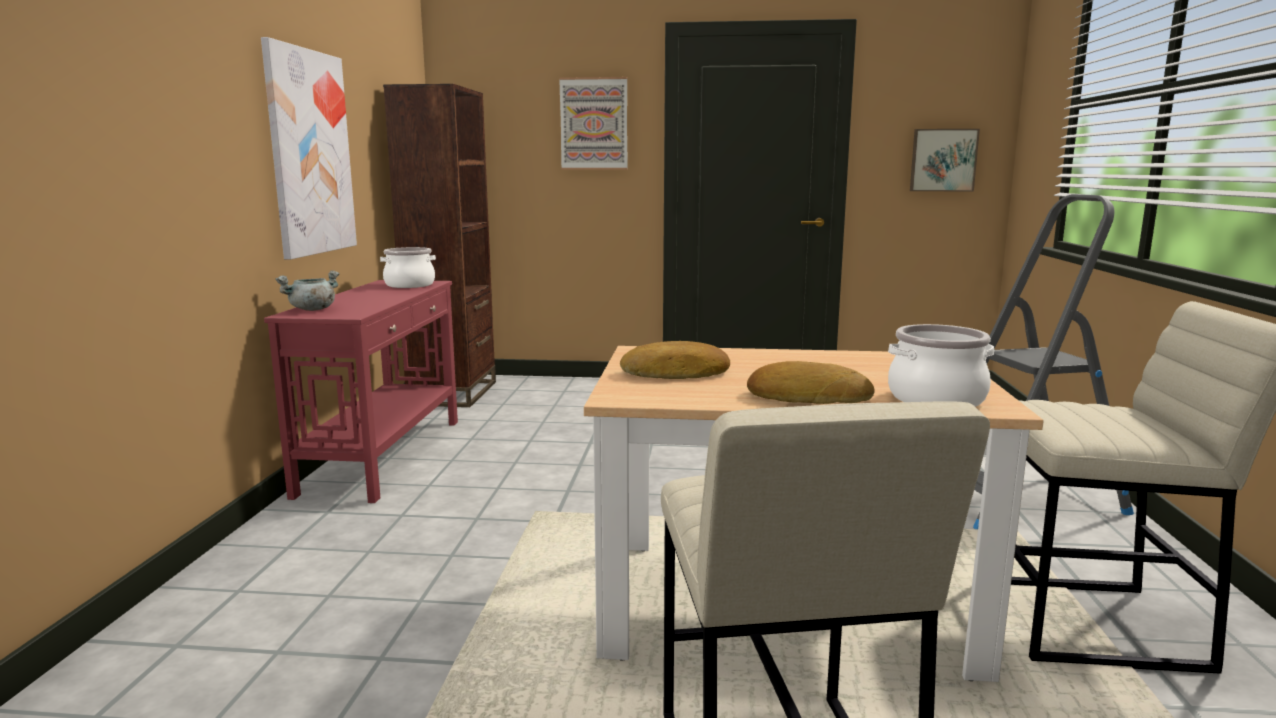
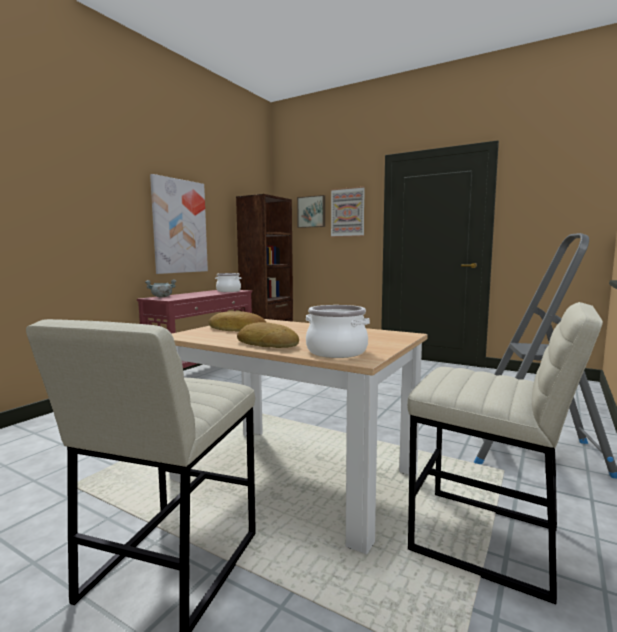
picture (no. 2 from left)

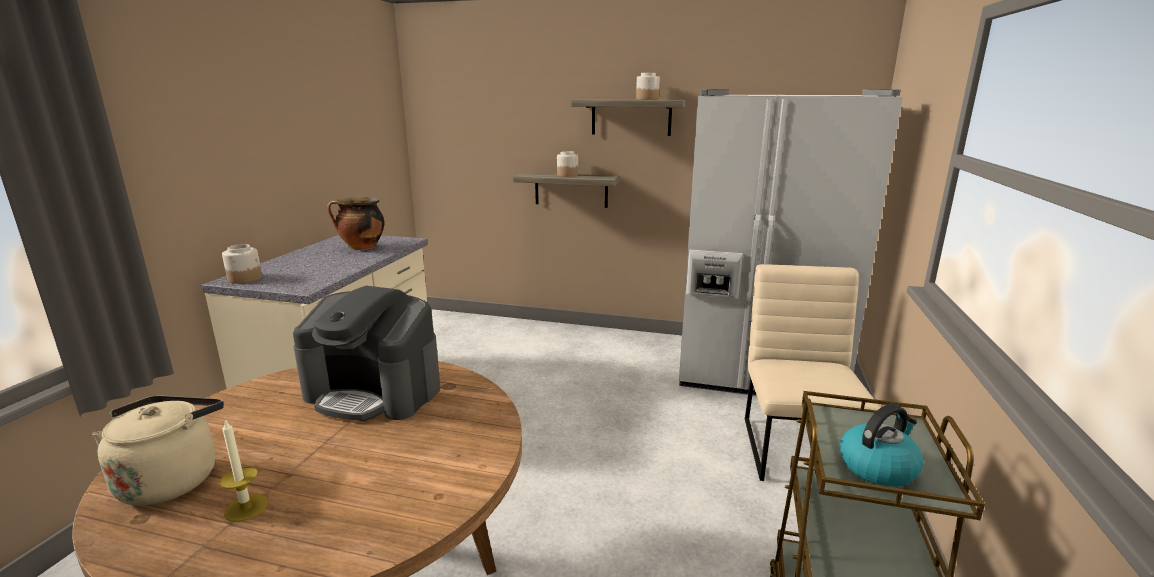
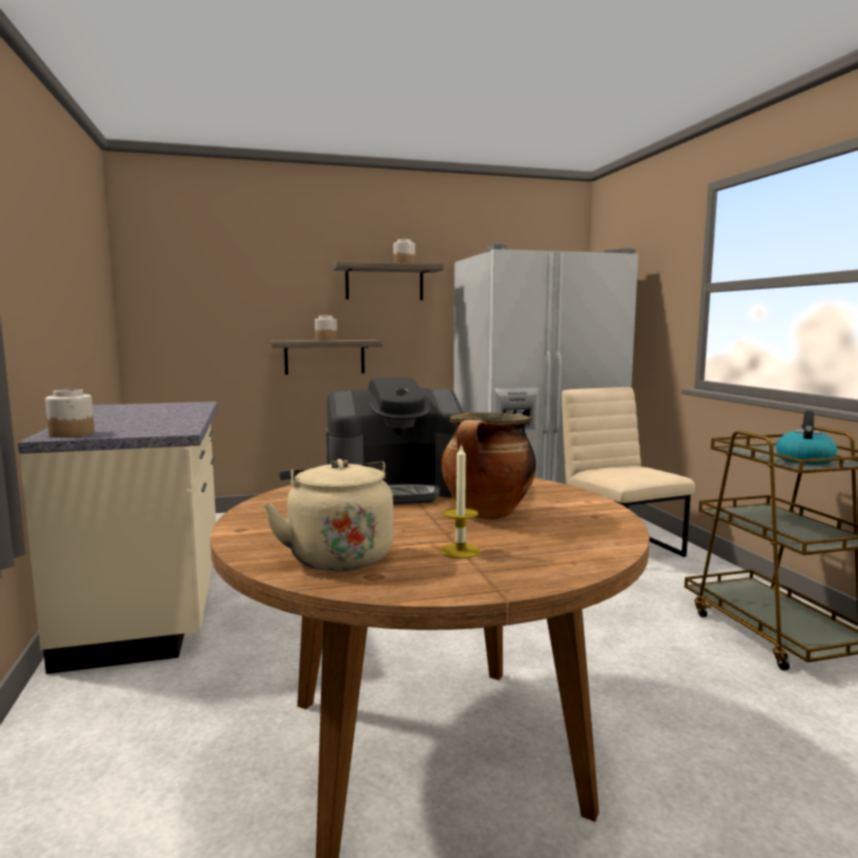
saucepot

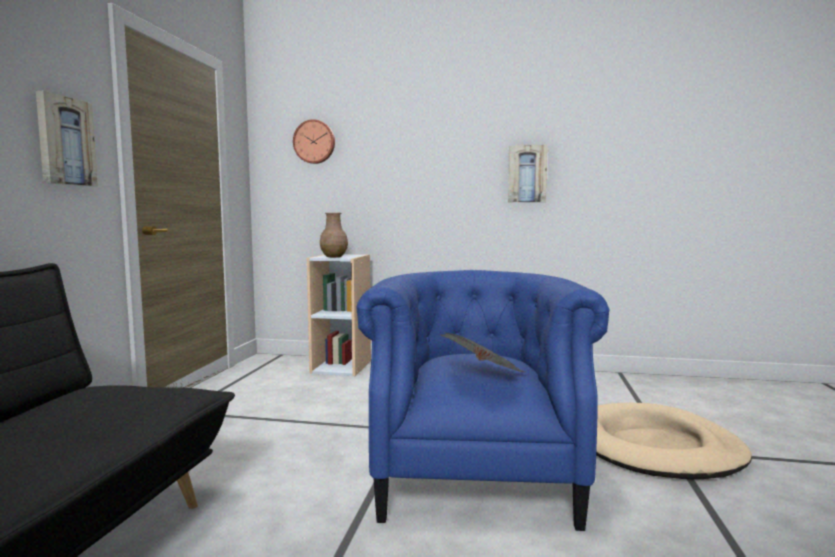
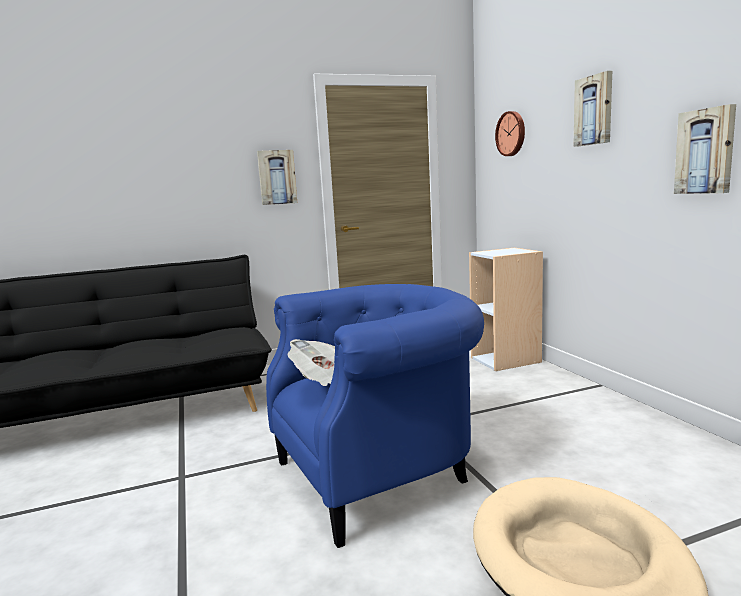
vase/brownish; picture (no. 2 from left)

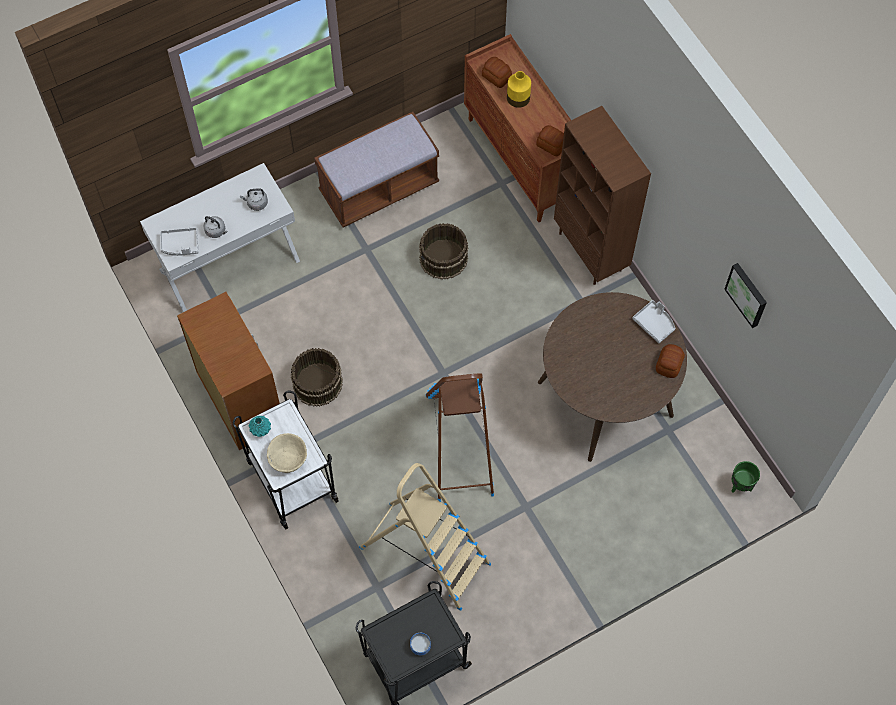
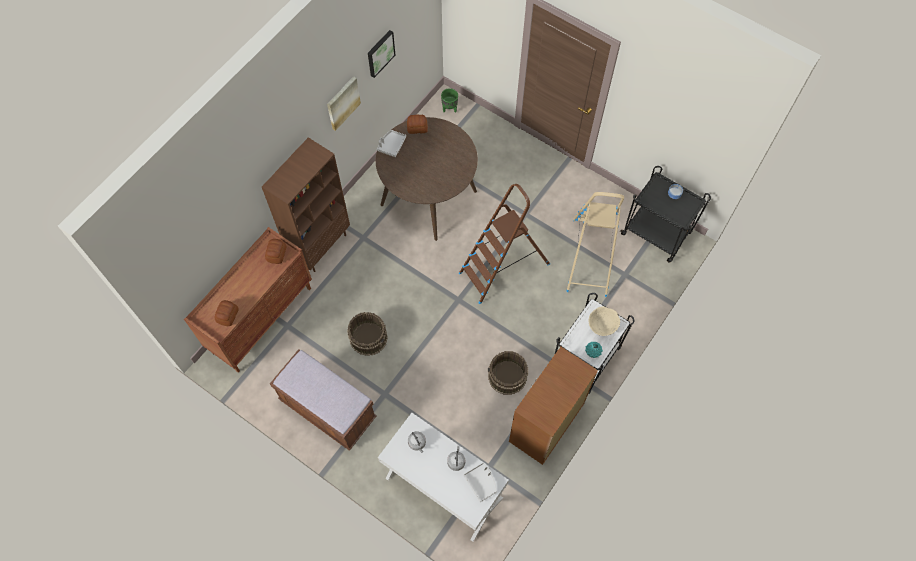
vase/yellowish; picture (no. 1 from left)

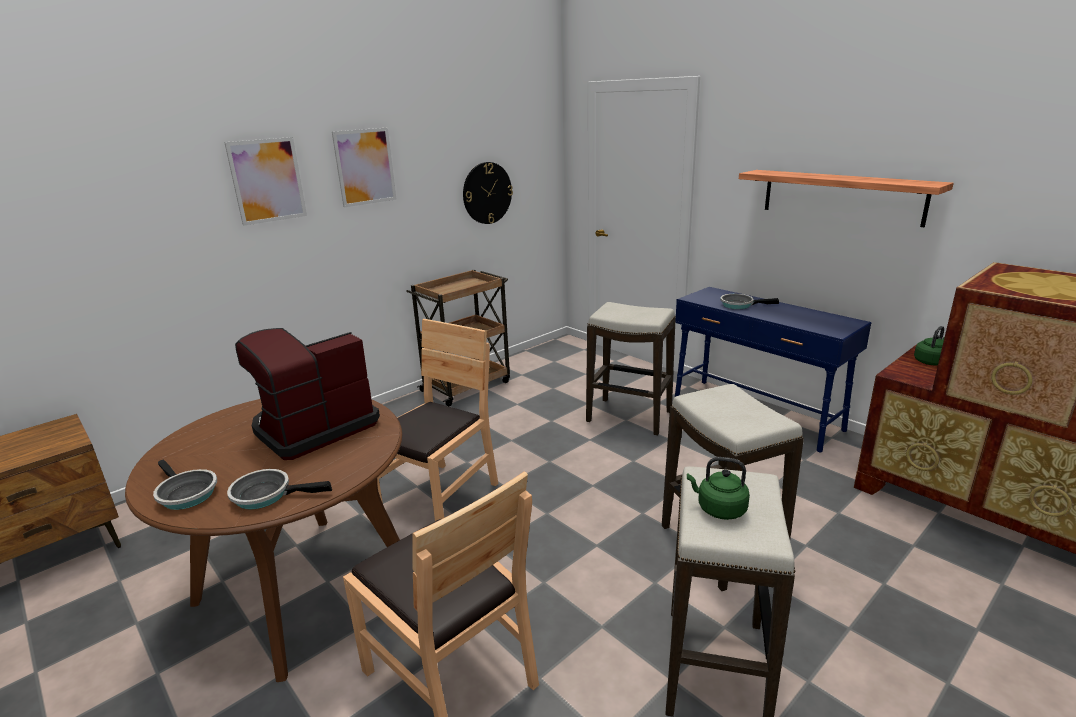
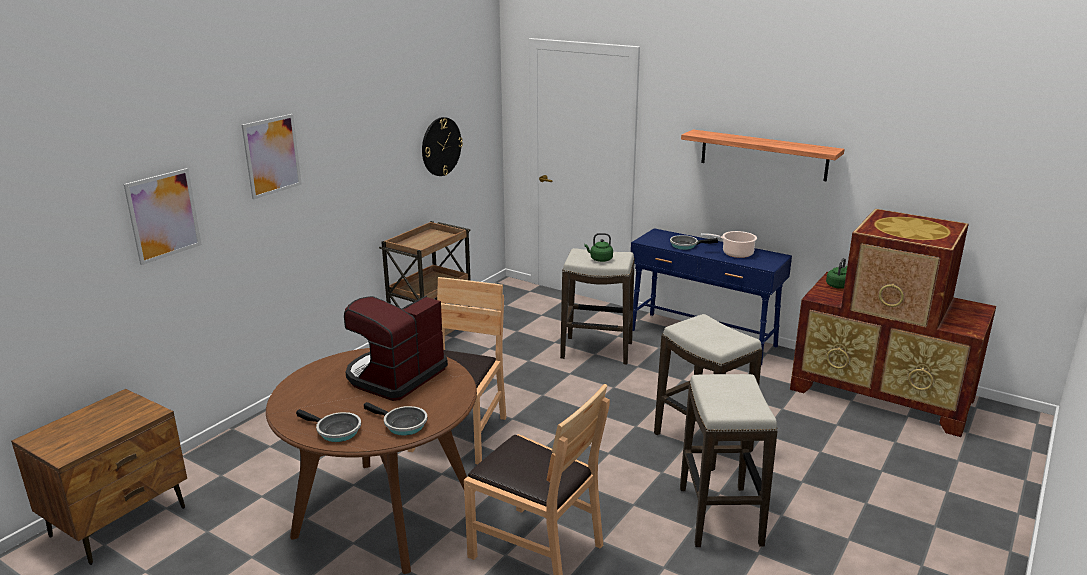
frying pan (no. 2 from left); picture (no. 1 from left); water kettle/greenish (no. 1 from left); saucepot

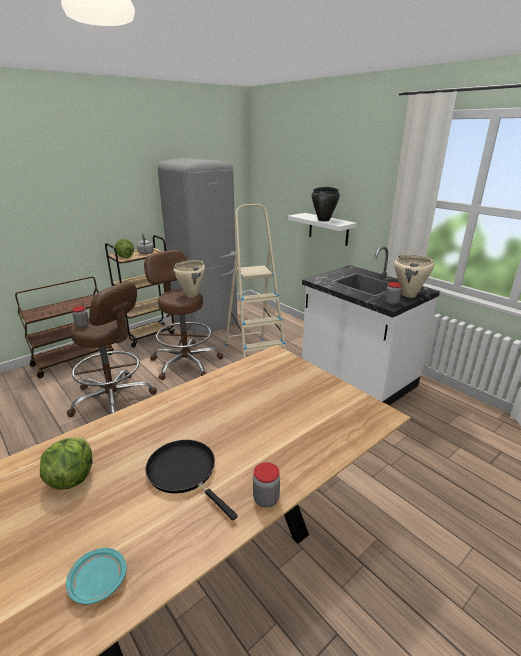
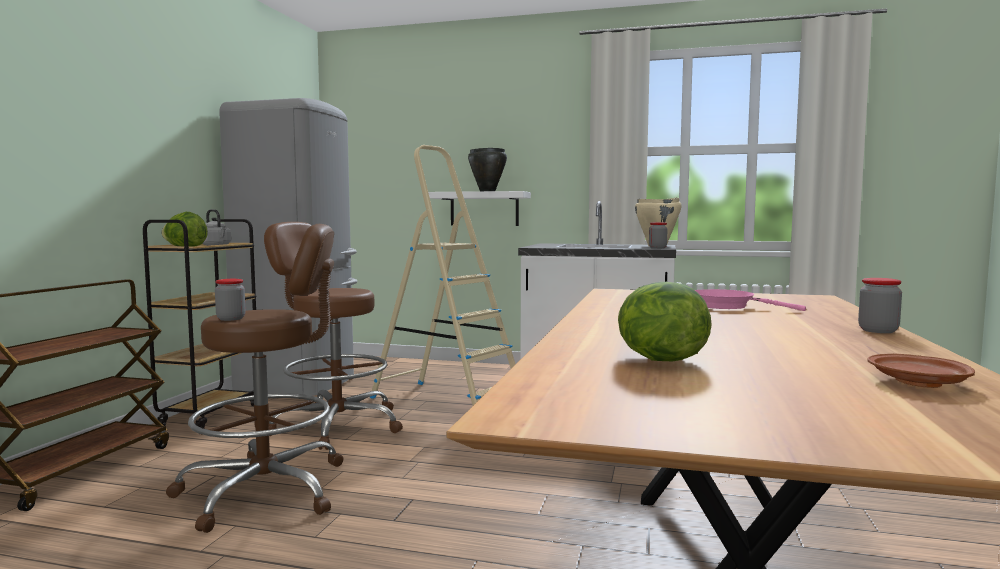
flat dish/brownish; frying pan/black; saucepot/beige (no. 1 from left in the first image); frying pan/pink-coloured

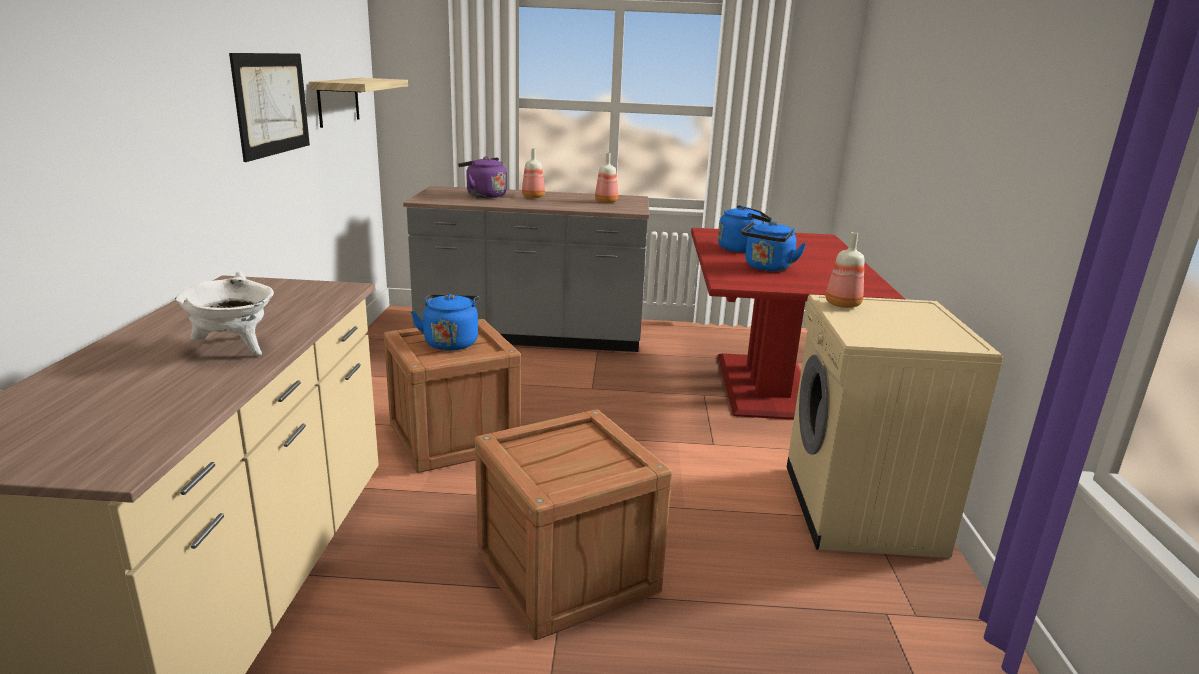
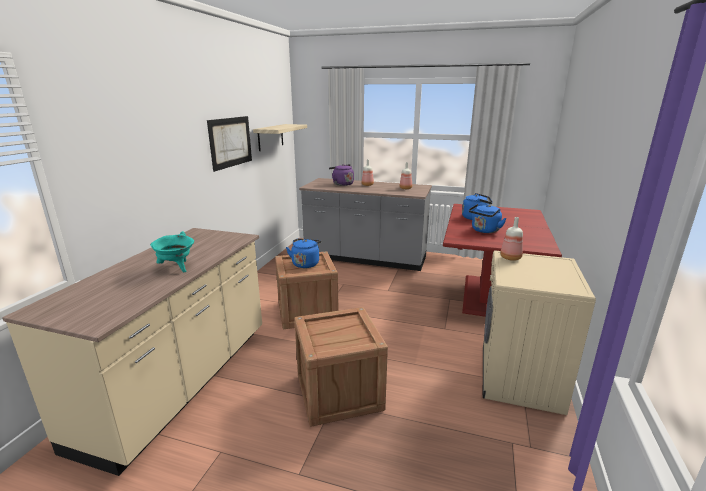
saucepot/turquoise

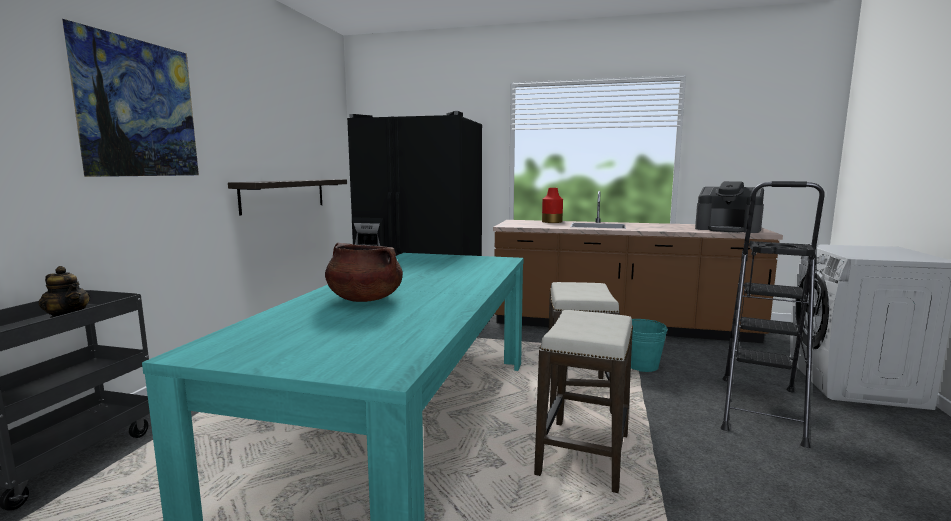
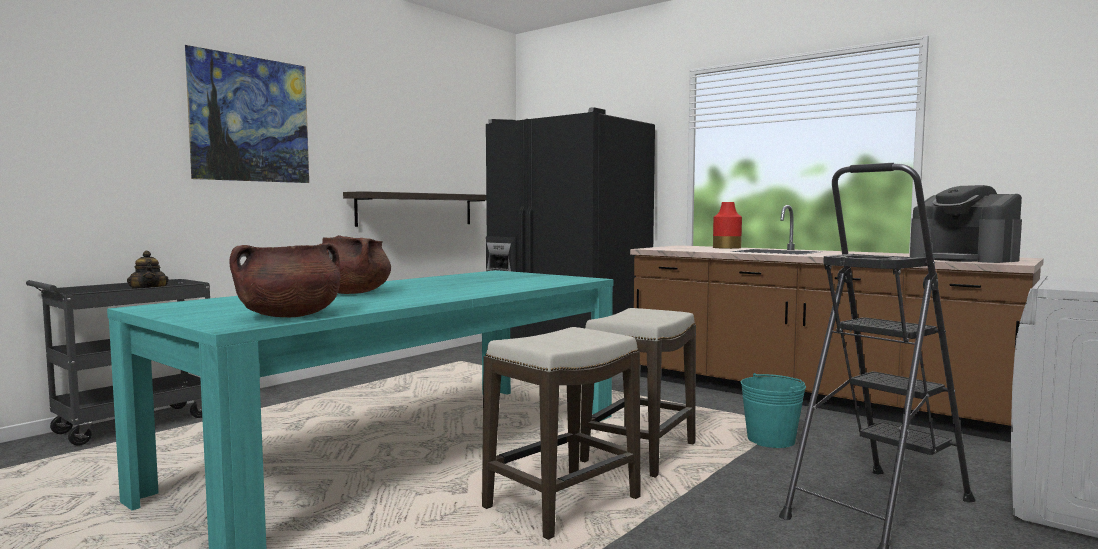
saucepot/brownish (no. 1 from left)

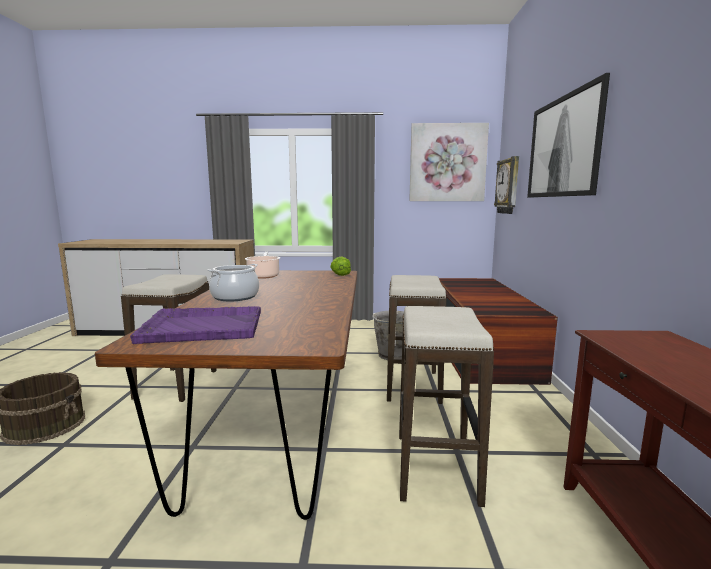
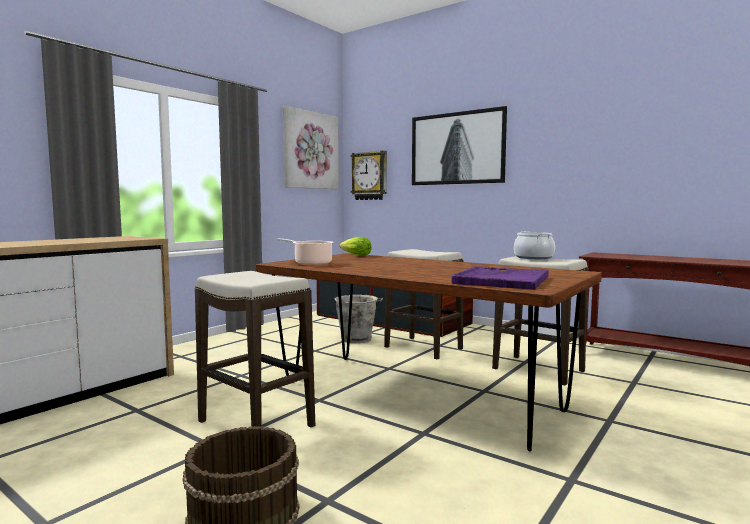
saucepot (no. 2 from left)

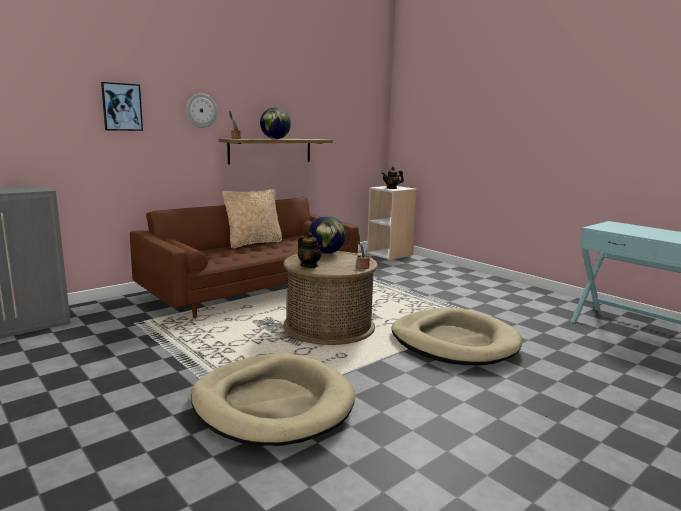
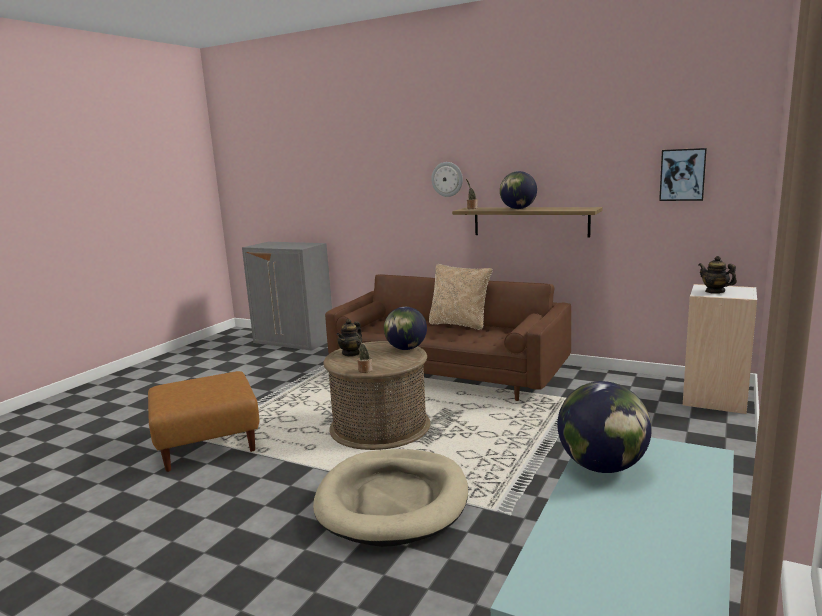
picture; pouffe/brownish; desk globe (no. 3 from left)

